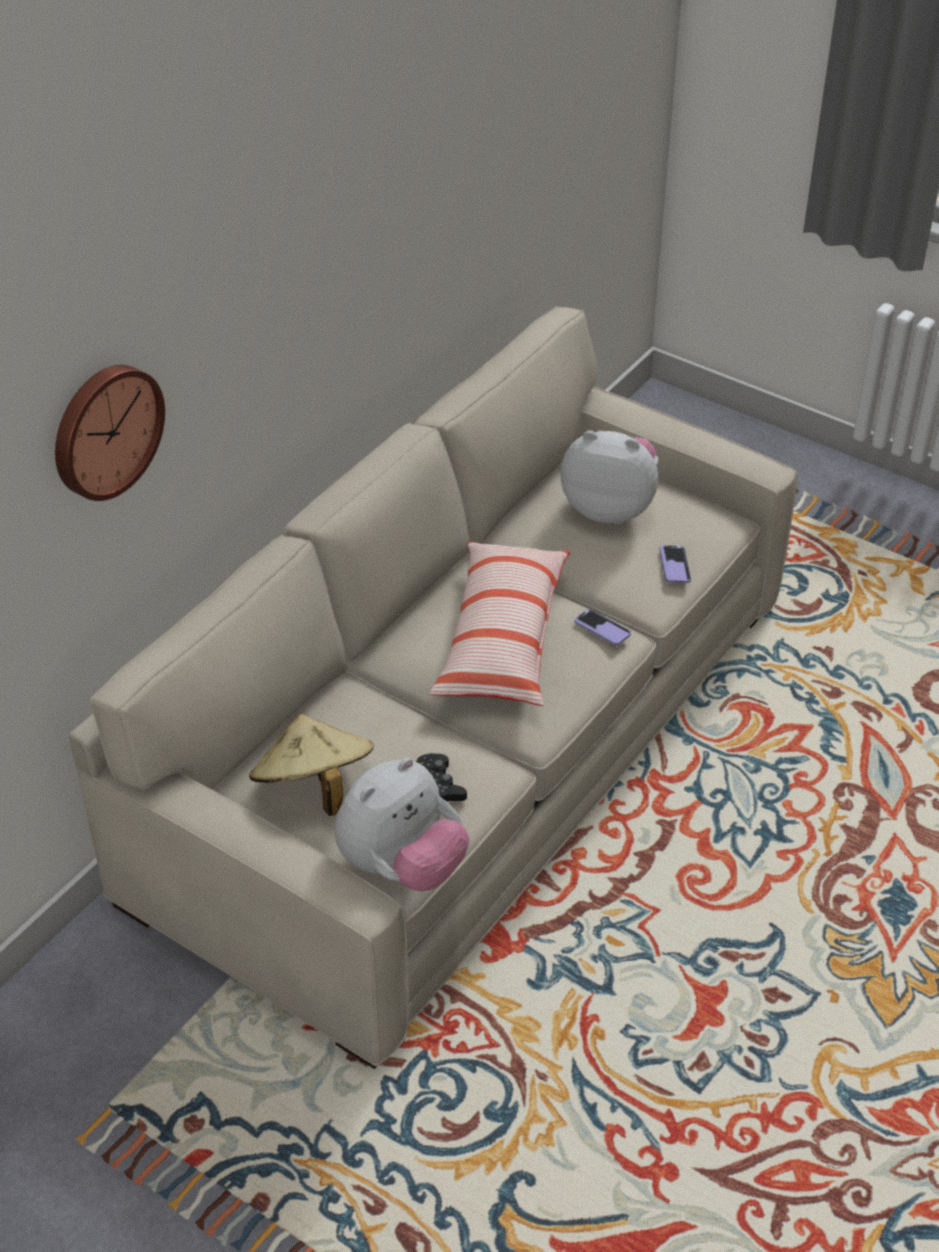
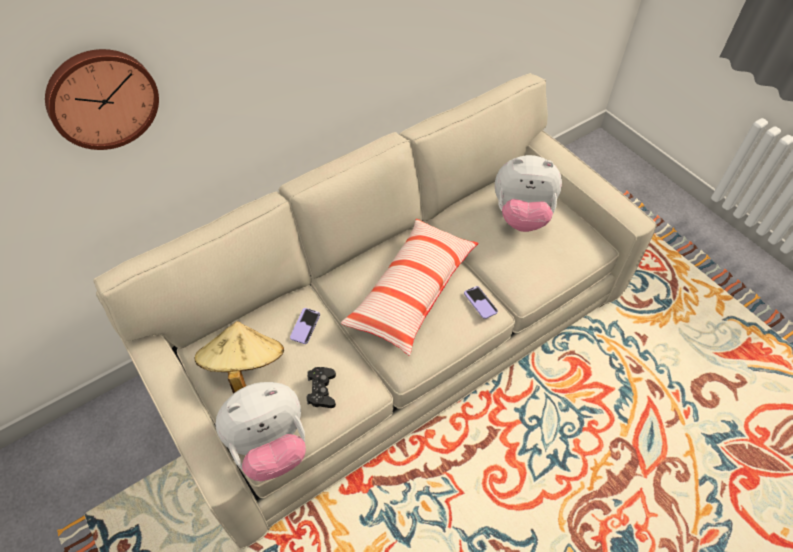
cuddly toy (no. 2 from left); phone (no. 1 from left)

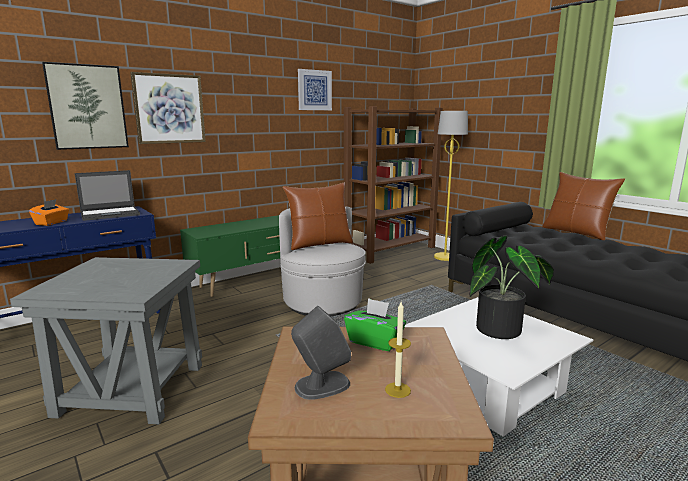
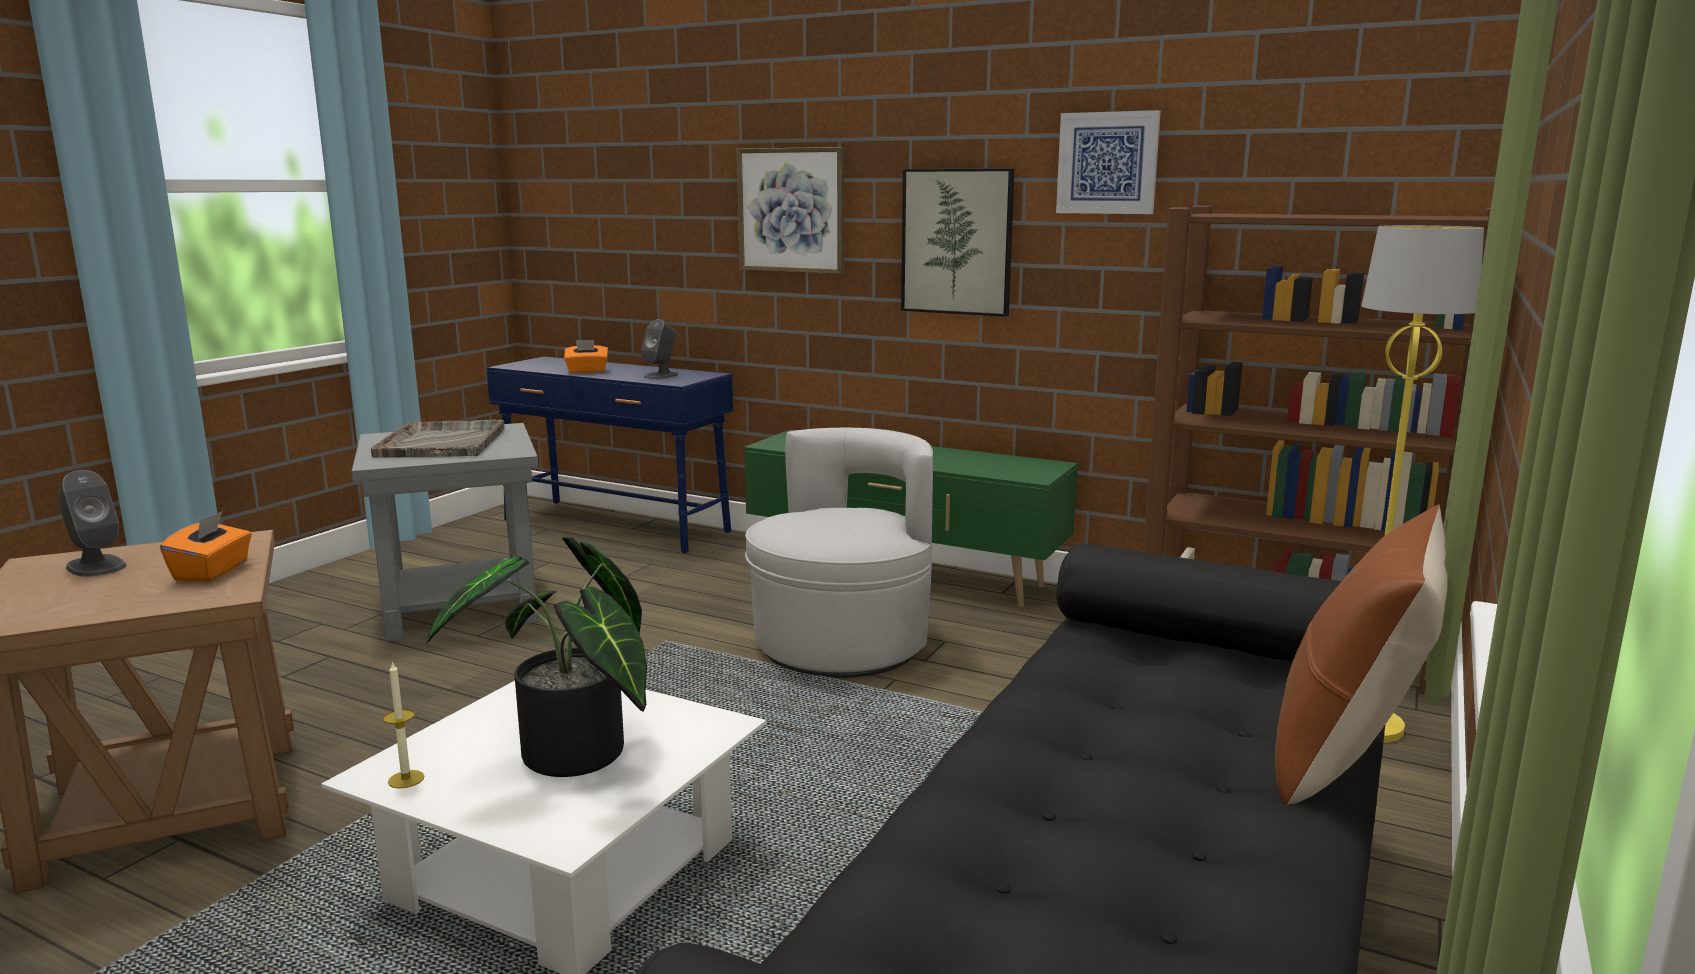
picture (no. 2 from left); speaker/gray (no. 2 from left); cushion/brownish (no. 1 from left in the first image); tissue holder/orange-coloured (no. 1 from left); wax candle; tray/gray

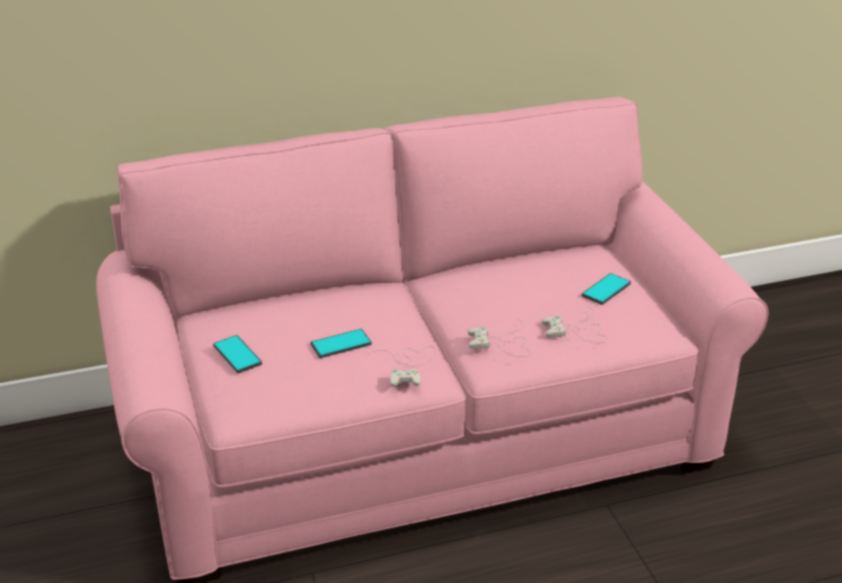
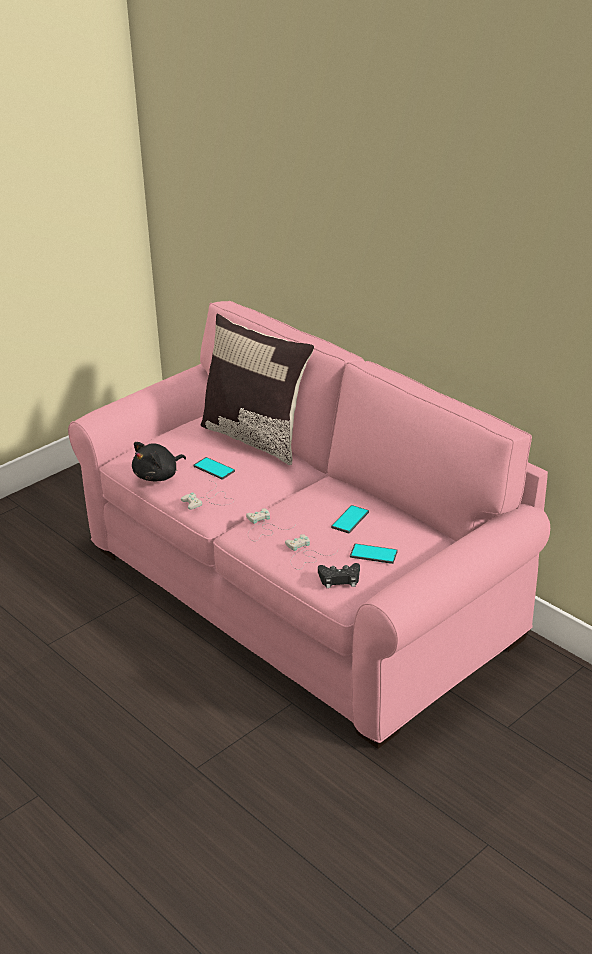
phone (no. 2 from left); cuddly toy/black; cushion; gamepad/black

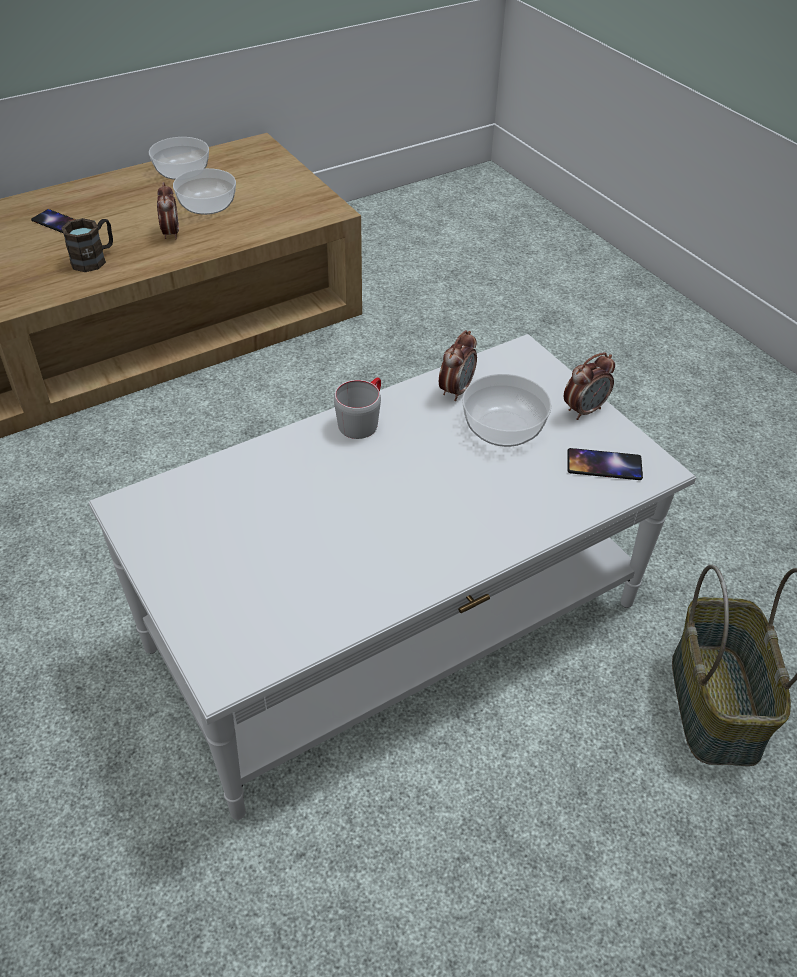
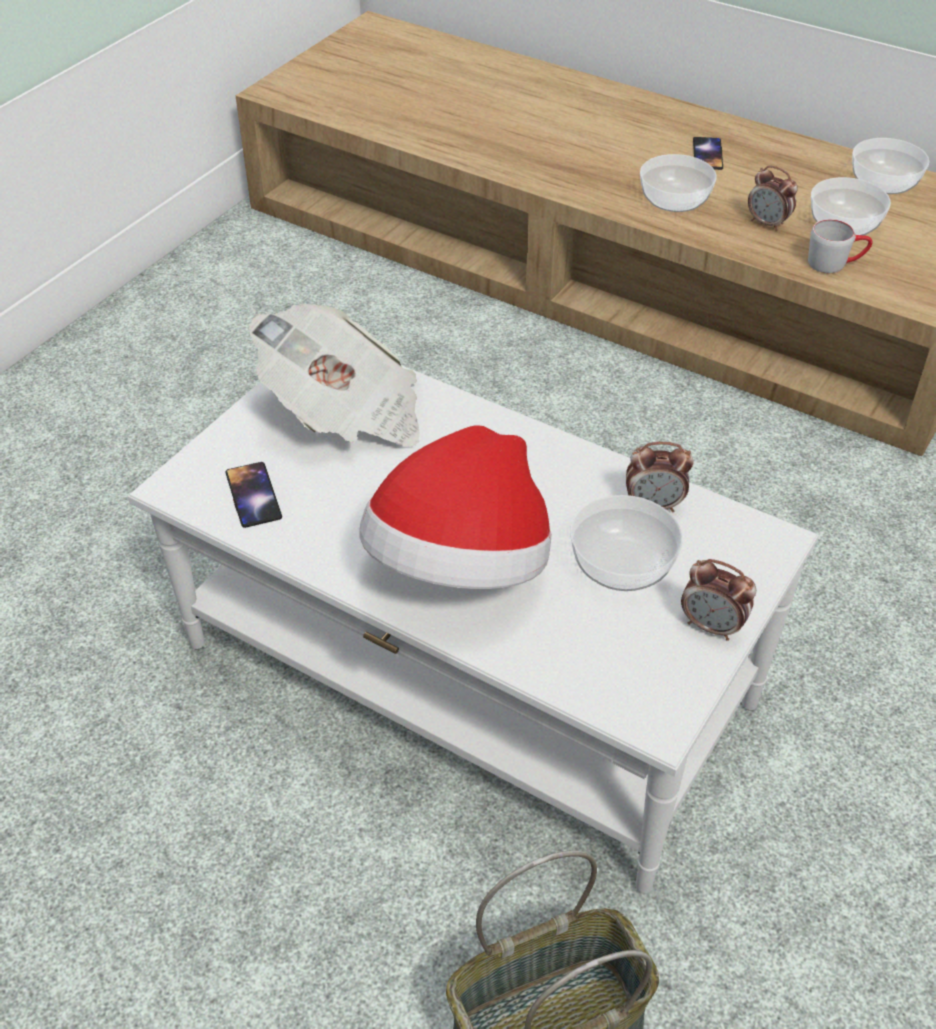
bowl (no. 2 from left); table clock (no. 3 from left); tea mug/gray; phone (no. 1 from left); daily paper; hat

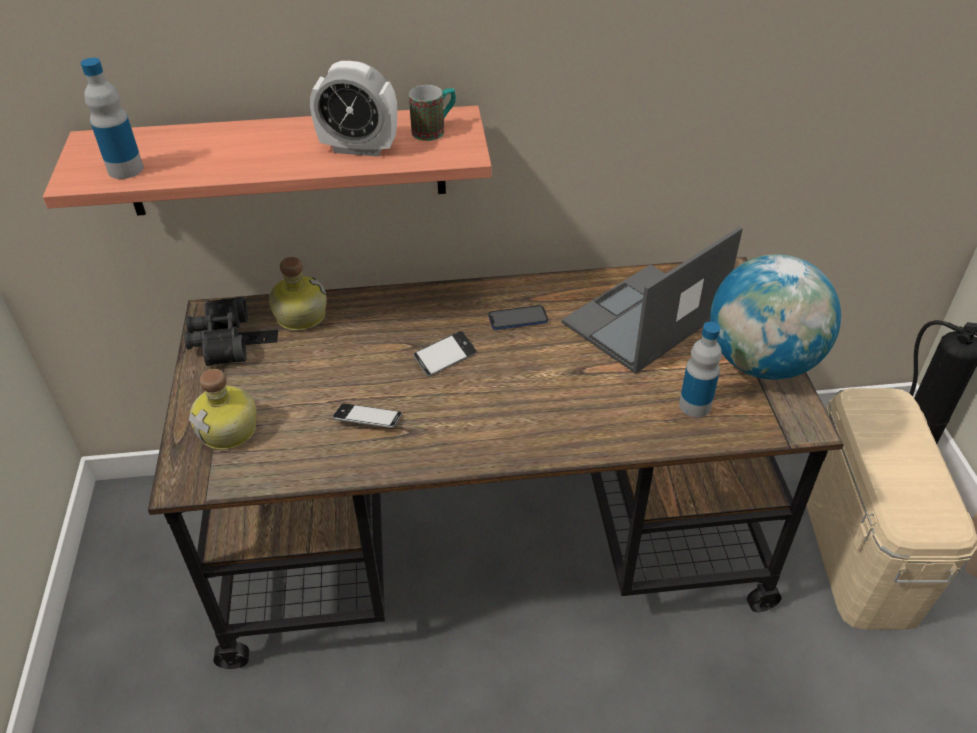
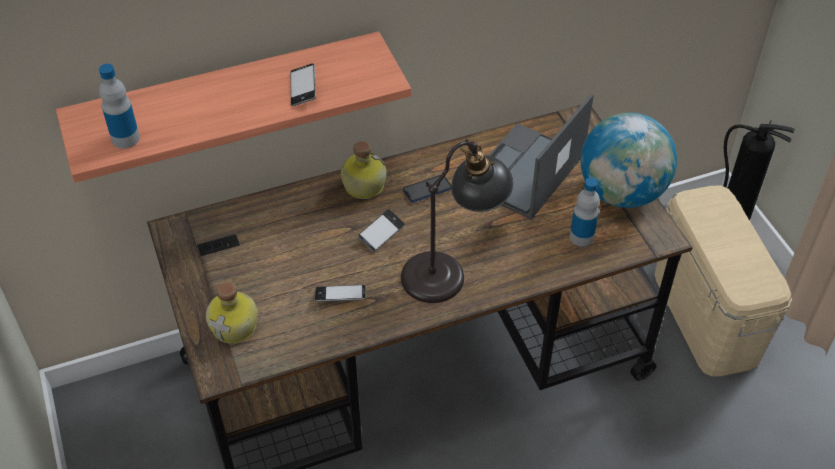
field glasses/black; bottle (no. 3 from left); phone (no. 1 from left); tea mug; table lamp/gray

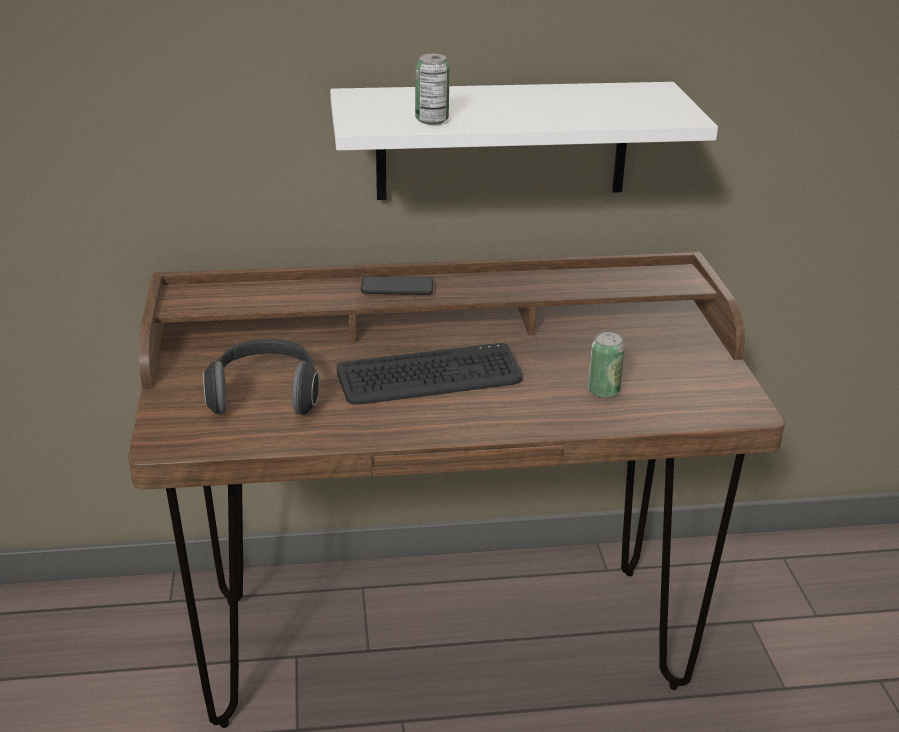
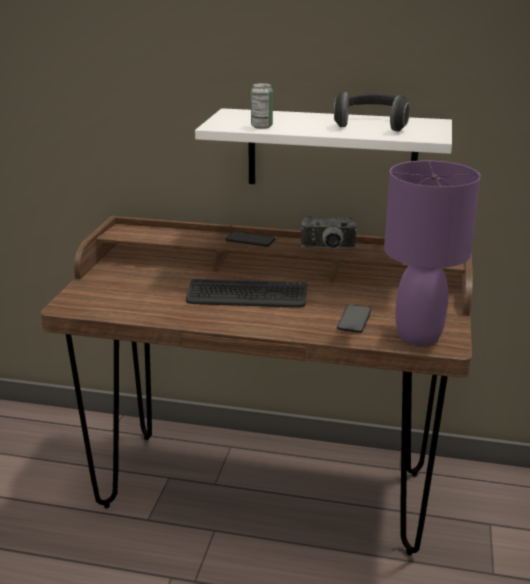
headphones; phone (no. 2 from left); still camera; table lamp/purple-coloured

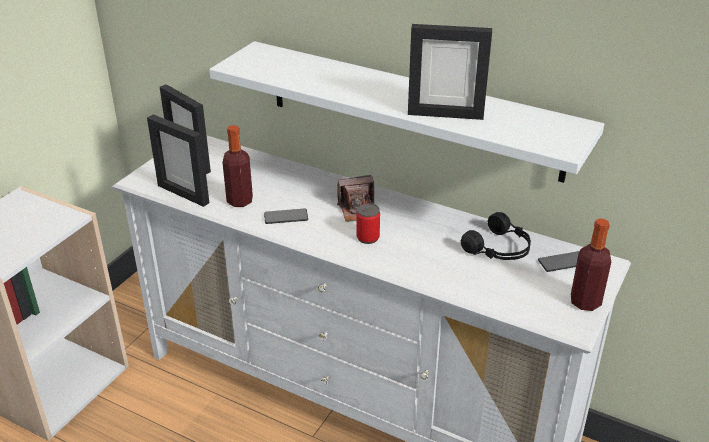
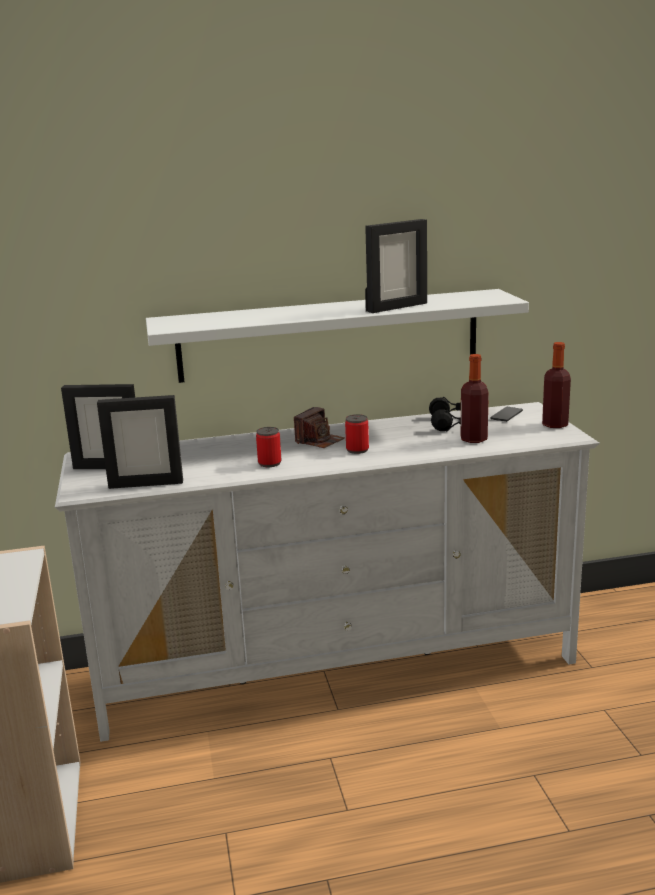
bottle (no. 1 from left); sealed can (no. 1 from left)

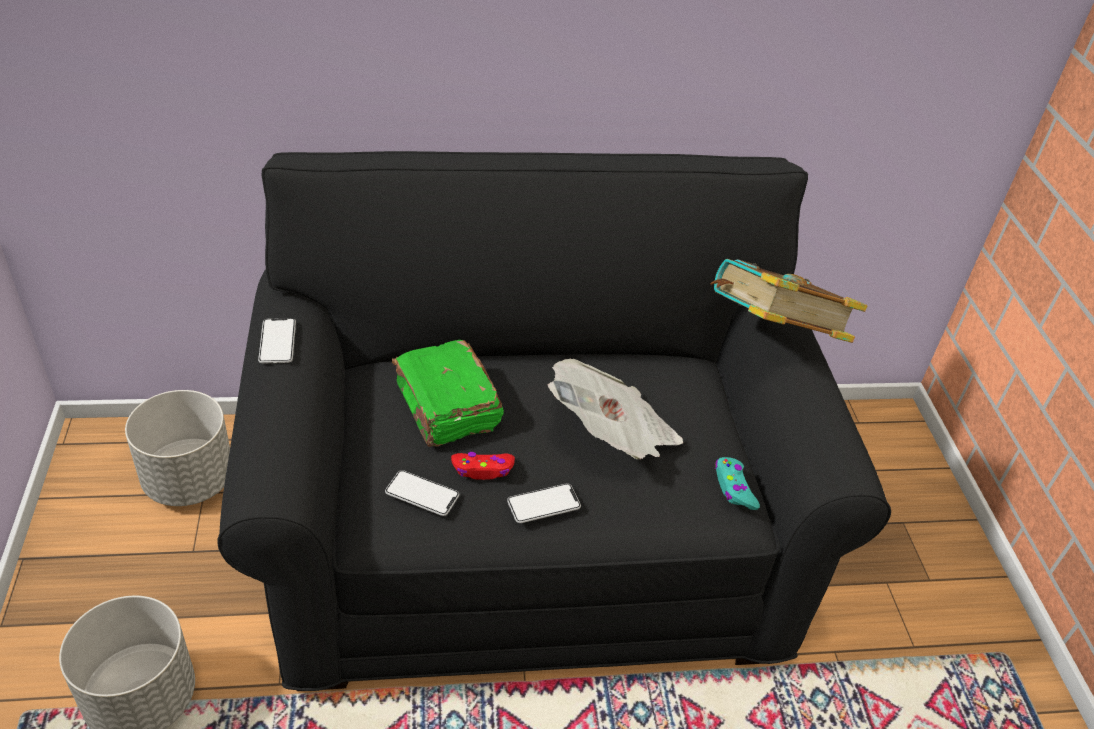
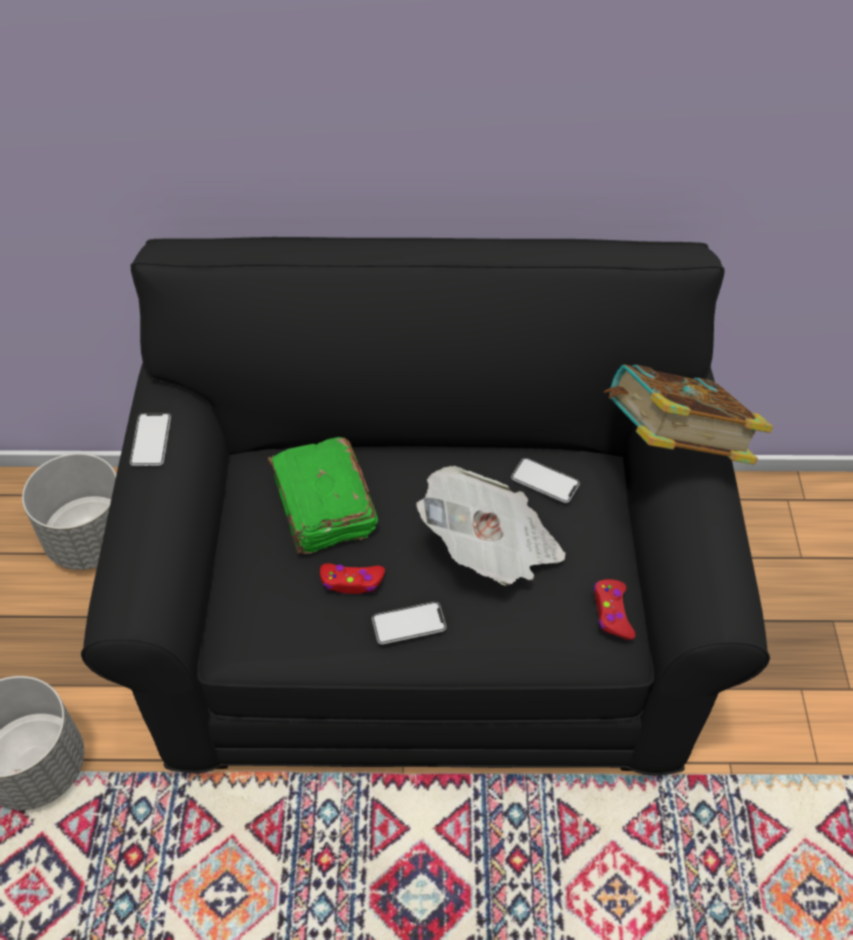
phone (no. 3 from left); gamepad/red (no. 2 from left)

